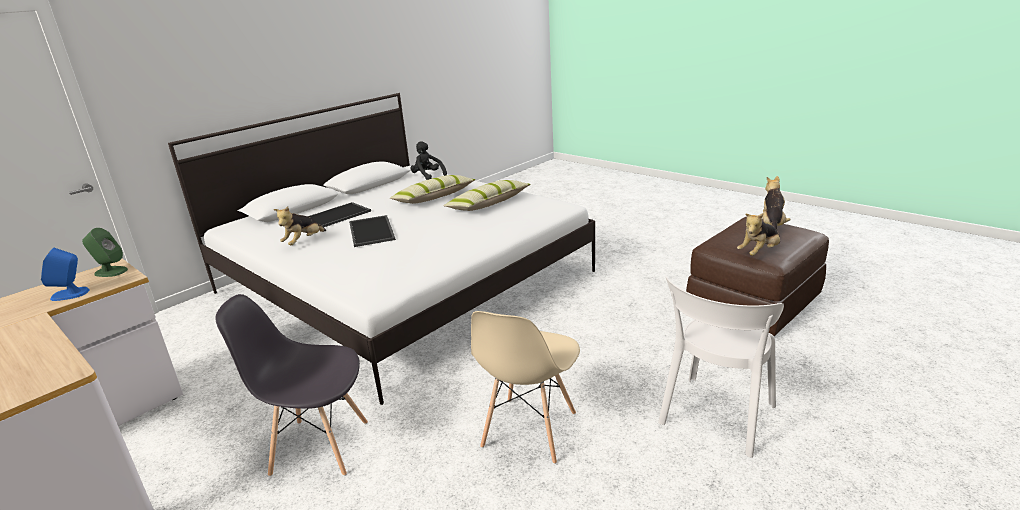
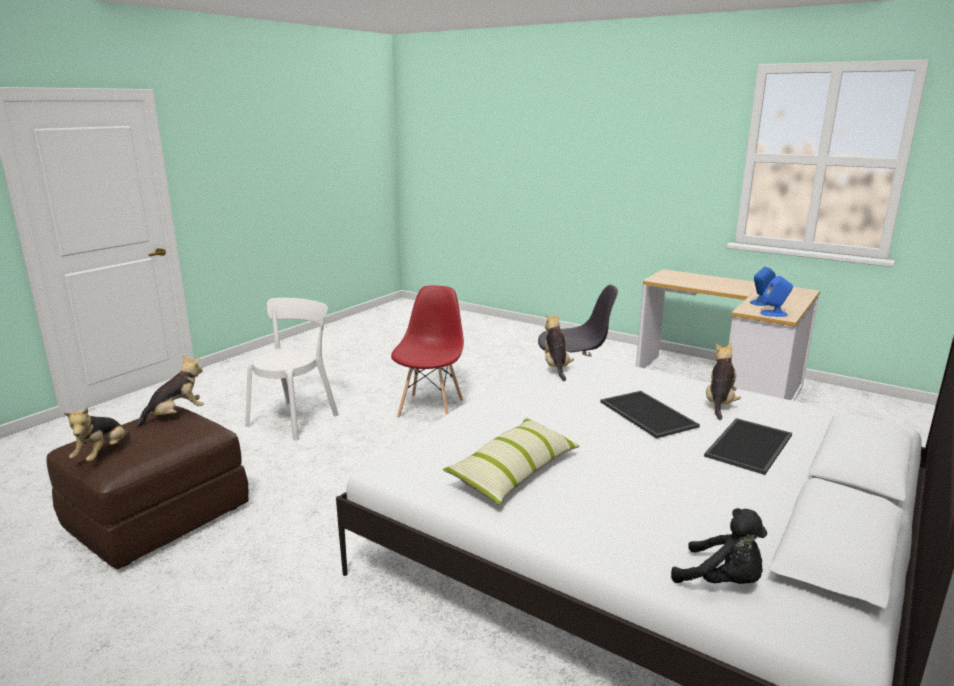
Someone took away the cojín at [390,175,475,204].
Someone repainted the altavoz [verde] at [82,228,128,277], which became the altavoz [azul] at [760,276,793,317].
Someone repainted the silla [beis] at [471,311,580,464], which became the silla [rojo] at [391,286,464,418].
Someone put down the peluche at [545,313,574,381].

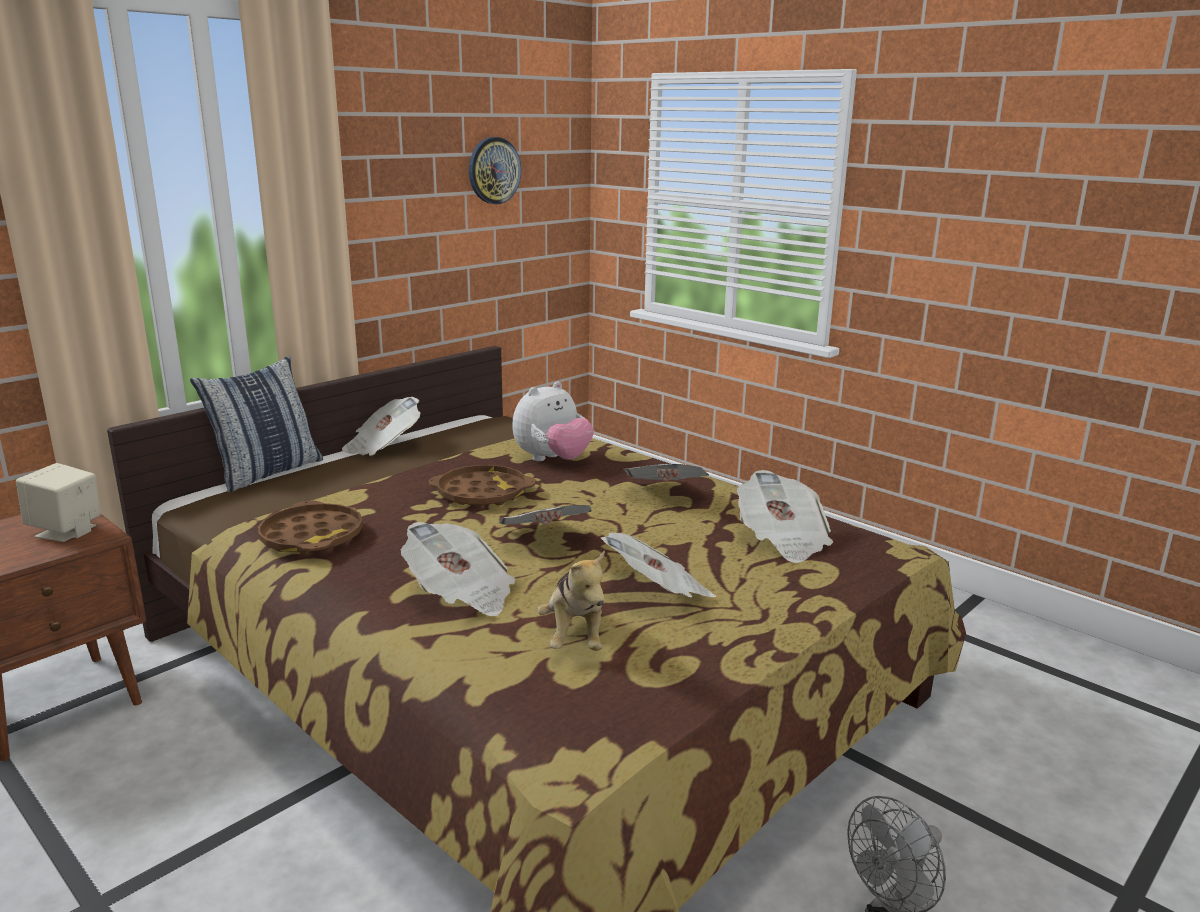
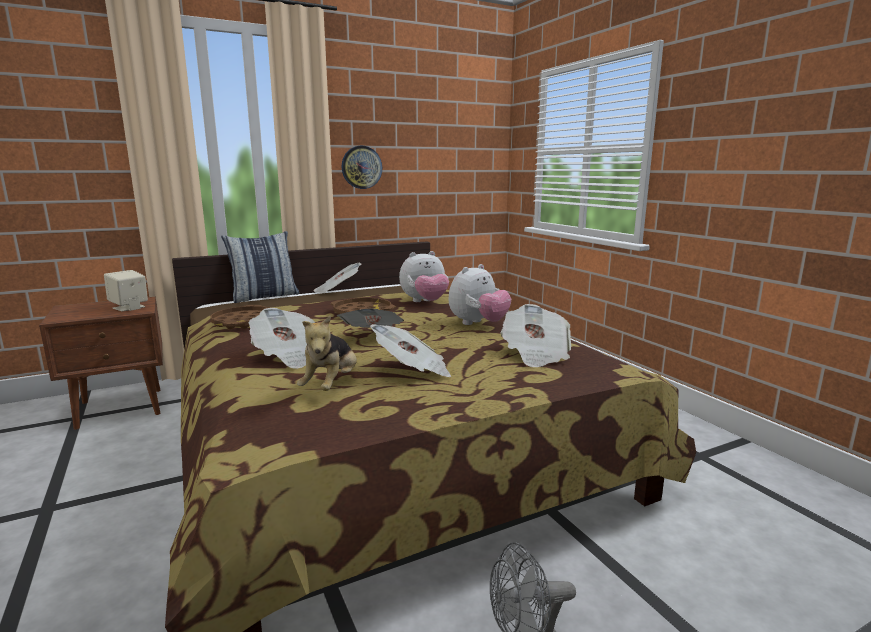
Someone carried the reloj de pared from [469,137,521,204] to [342,146,382,189].
Someone swapped the periódico at [624,464,709,481] for the peluche at [449,264,511,325].

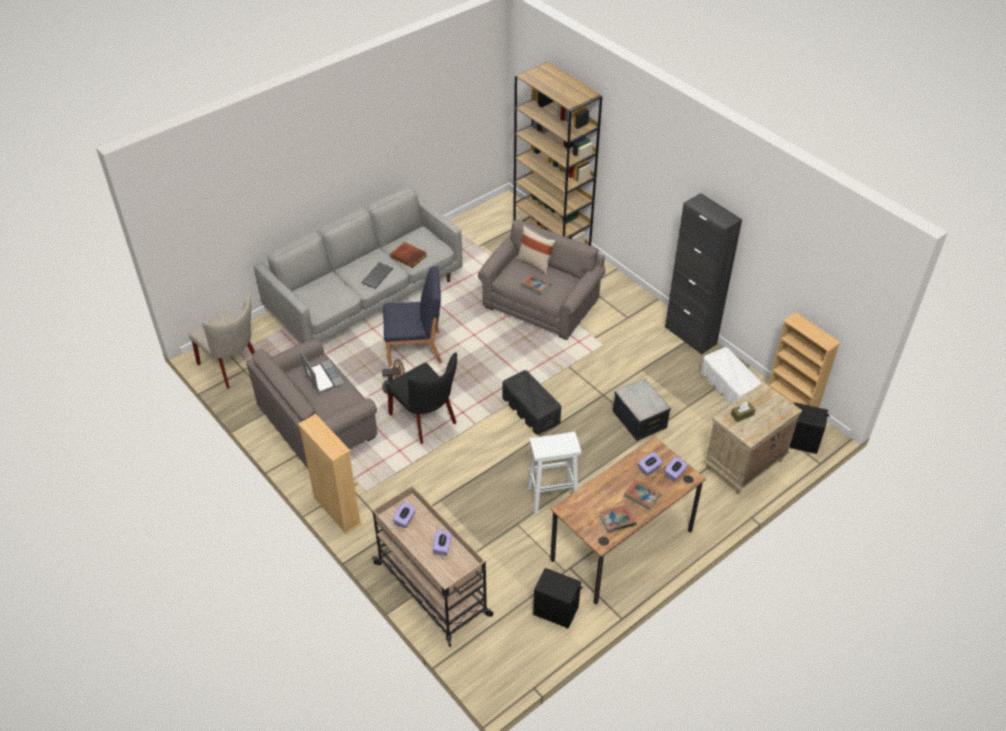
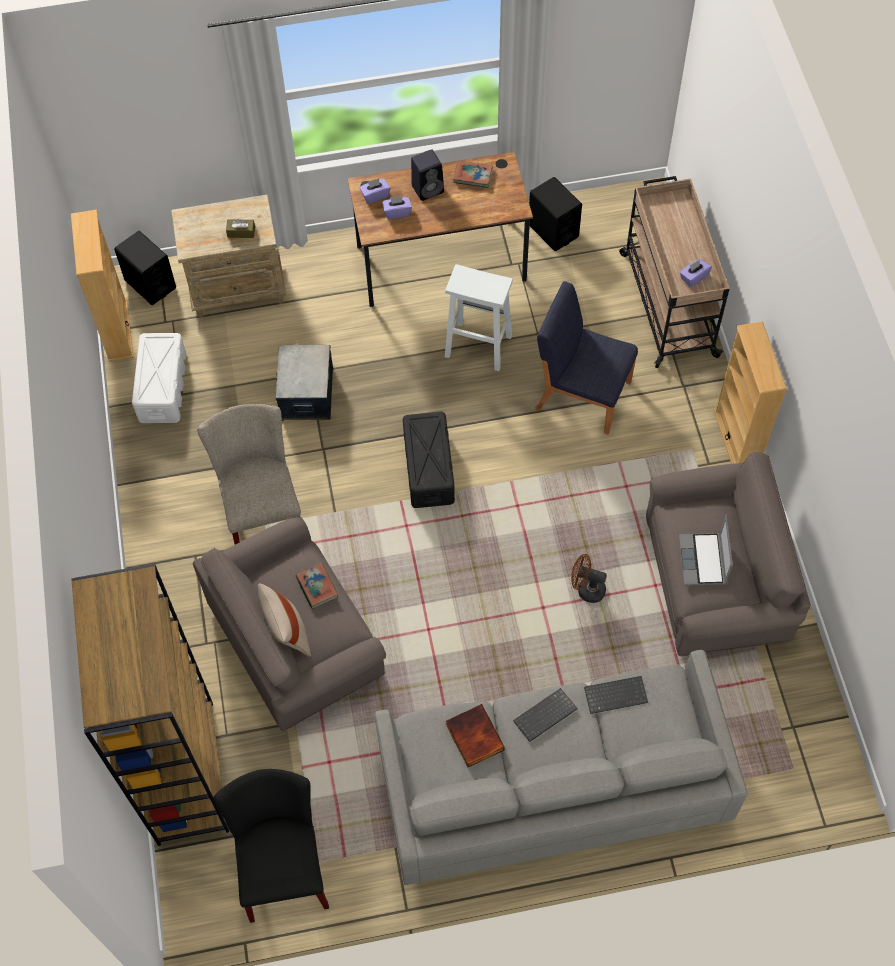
Someone took away the armario [negro] at [665,193,742,355].
Someone carried the silla [azul] from [383,266,442,367] to [535,281,638,435].
Someone carried the silla [beis] from [188,296,255,389] to [197,404,301,545].
Someone carried the silla [negro] from [386,352,457,444] to [213,769,329,923].
Someone swapped the libro at [624,480,661,510] for the altavoz [negro] at [411,149,444,201].
Someone took away the caja de pañuelos [morado] at [433,529,451,555].
Someone put down the teclado at [584,676,648,714].

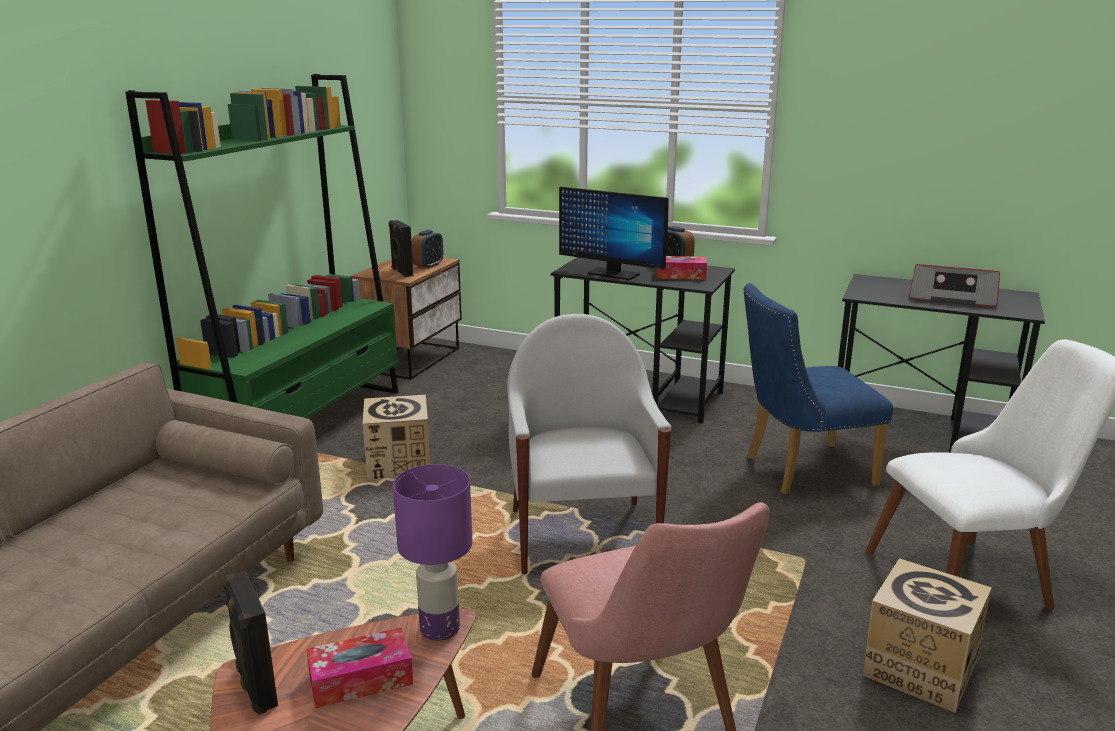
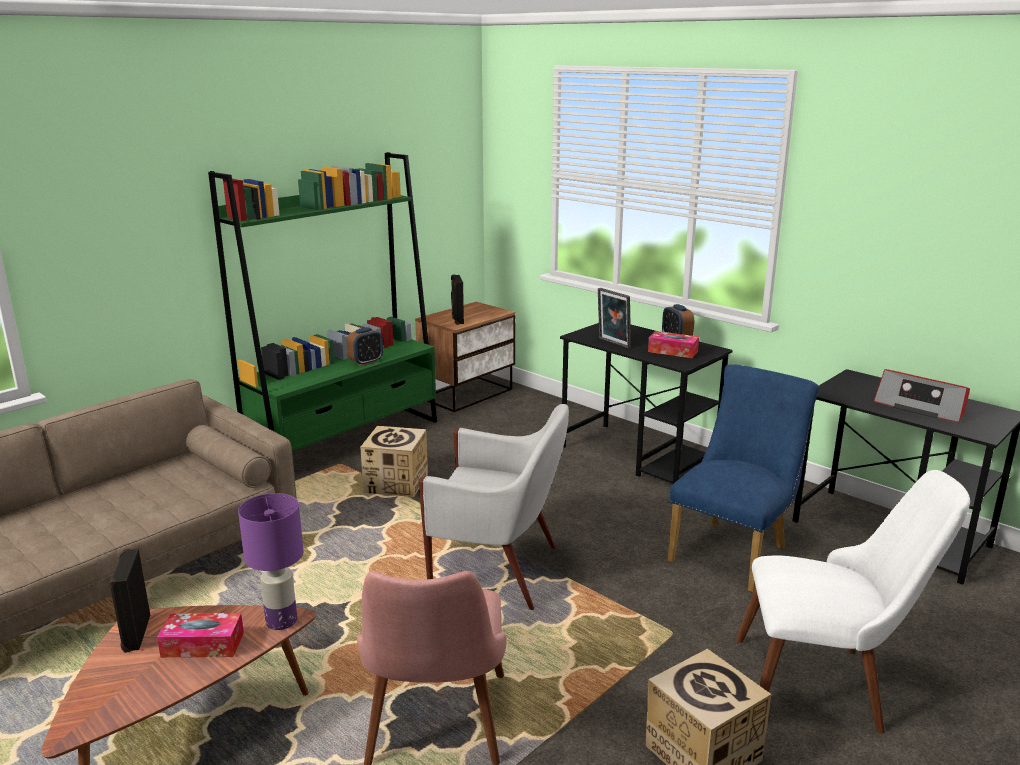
Someone swapped the monitor at [559,187,669,280] for the portarretratos at [598,288,631,348].
Someone carried the despertador from [411,230,443,269] to [347,327,383,366].
Someone rotated the silla [azul] at [743,283,893,495] by 120 degrees clockwise.
Someone rotated the sillón [blanco] at [507,314,671,575] by 90 degrees clockwise.

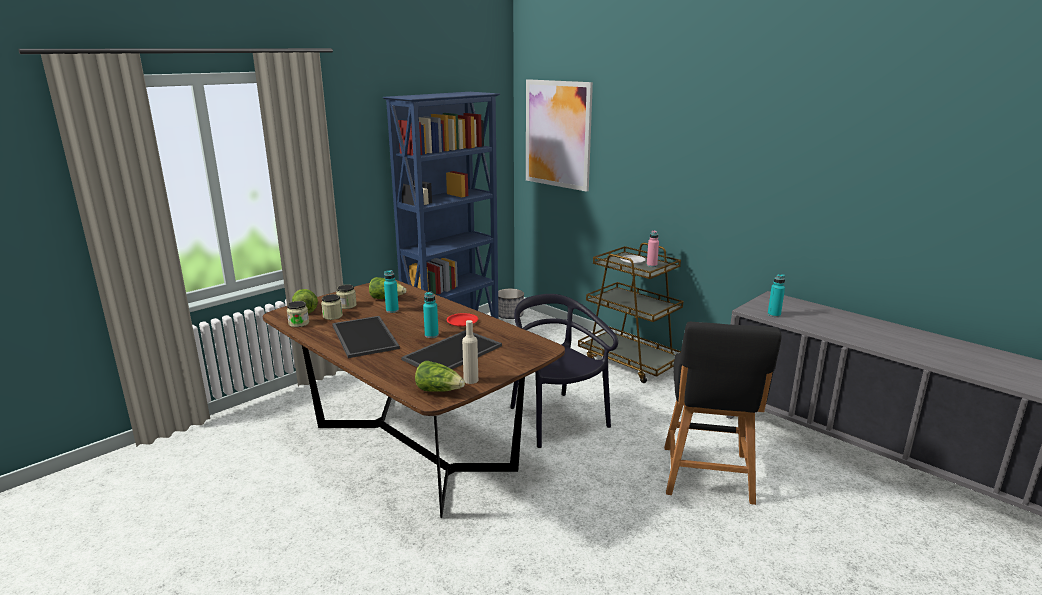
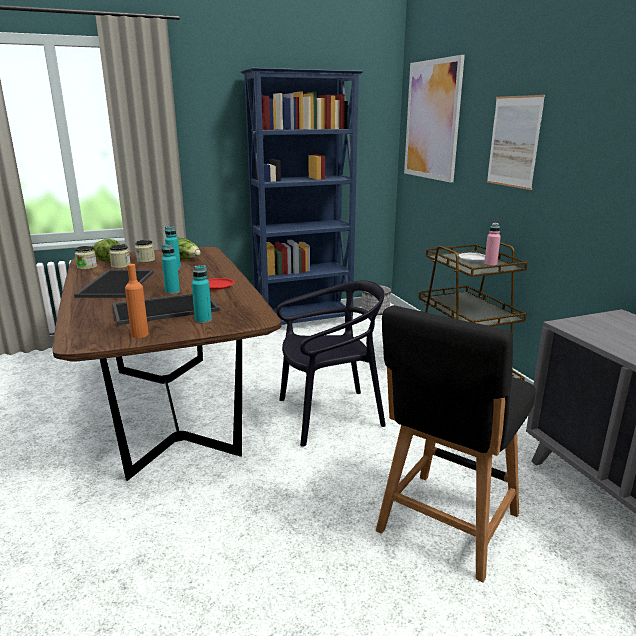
Someone carried the botella [turquesa] from [768,274,785,317] to [192,265,212,323].
Someone rotated the silla [negro] at [510,294,618,448] by 75 degrees clockwise.
Someone repainted the botella [beis] at [462,320,478,384], which became the botella [naranja] at [125,264,149,338].
Someone took away the lechuga at [415,361,465,392].
Someone put up the cuadro at [487,95,545,190].

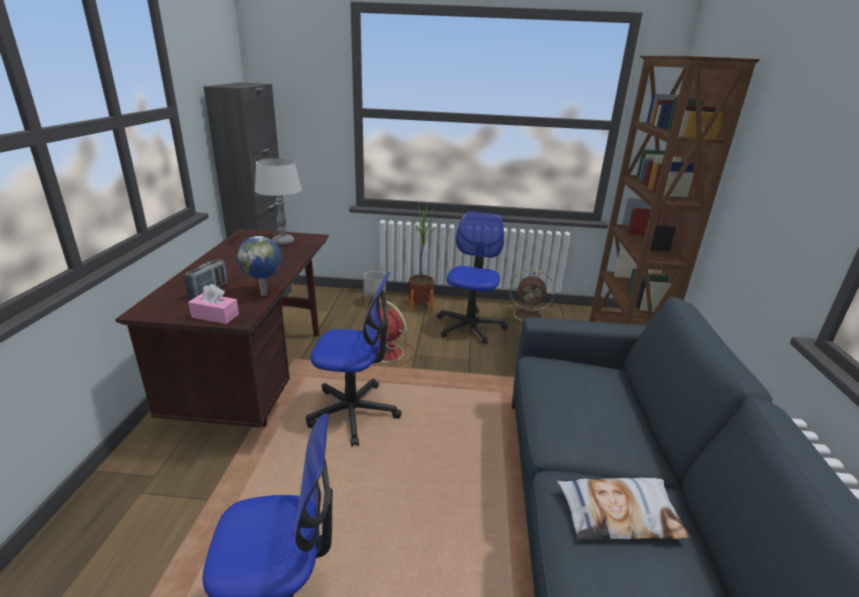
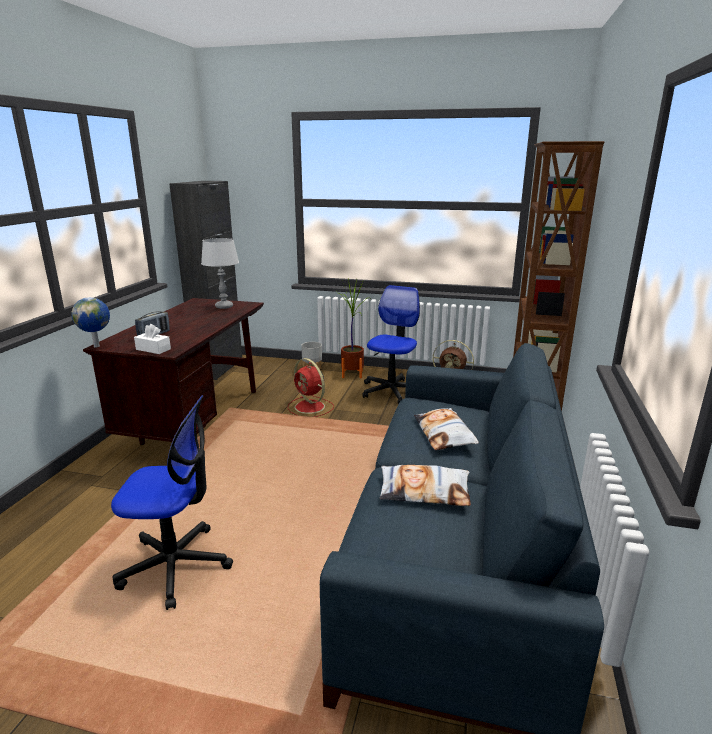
Someone carried the globo terráqueo from [237,236,282,296] to [71,297,110,347].
Someone took away the silla de oficina at [306,272,402,447].
Someone repainted the caja de pañuelos [rosa] at [188,284,239,324], which became the caja de pañuelos [blanco] at [134,324,171,354].
Someone put down the cojín at [414,408,479,450].

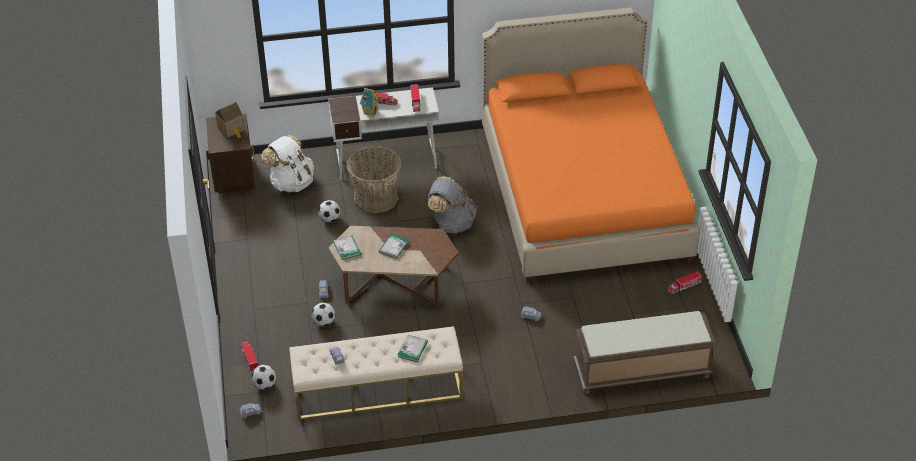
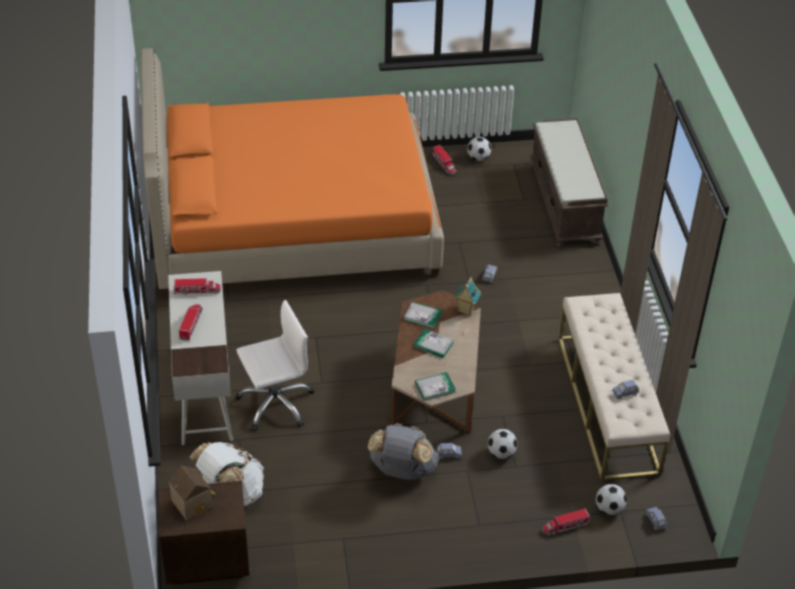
Someone carried the casita from [360,88,380,117] to [454,277,481,316].
Someone swapped the cesta at [346,146,402,213] for the silla de oficina [blanco] at [235,300,314,431].
Someone carried the mochila [gris] from [428,176,477,234] to [368,423,439,480].
Someone carried the balón de fútbol from [318,200,340,222] to [467,137,491,161].
Someone carried the libro from [398,335,428,362] to [403,302,442,329].

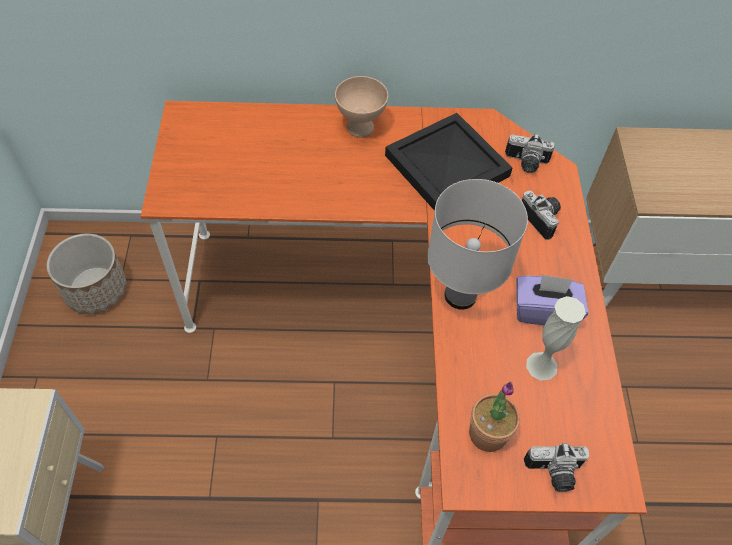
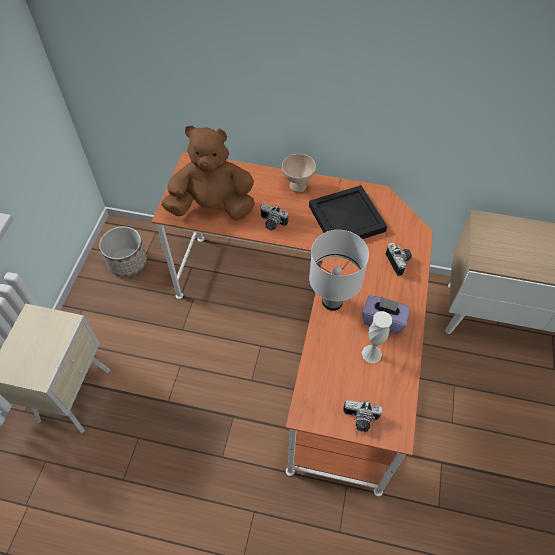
Someone carried the cámara from [505,133,554,173] to [261,204,288,231].
Someone took away the planta en maceta at [469,382,520,452].
Someone put down the peluche [marrón] at [161,125,255,220].

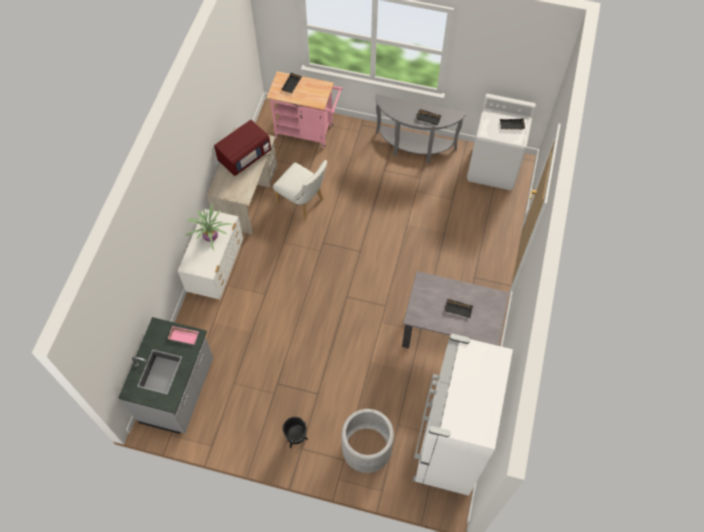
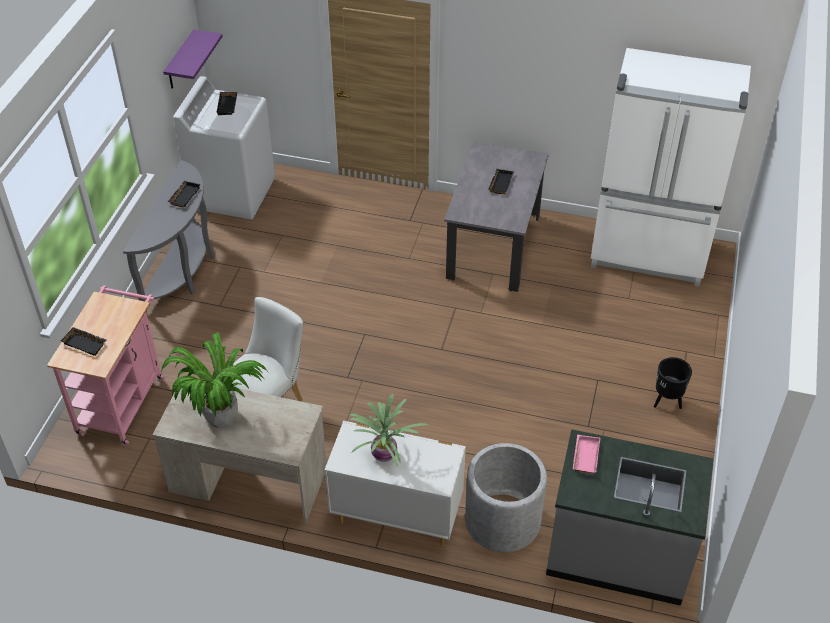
Someone swapped the microondas [rojo] at [214,120,271,176] for the planta en maceta at [161,332,268,428].
Someone carried the maceta [gris] from [342,409,394,473] to [465,443,547,552].
Someone put up the estante [morado] at [163,29,223,89].

